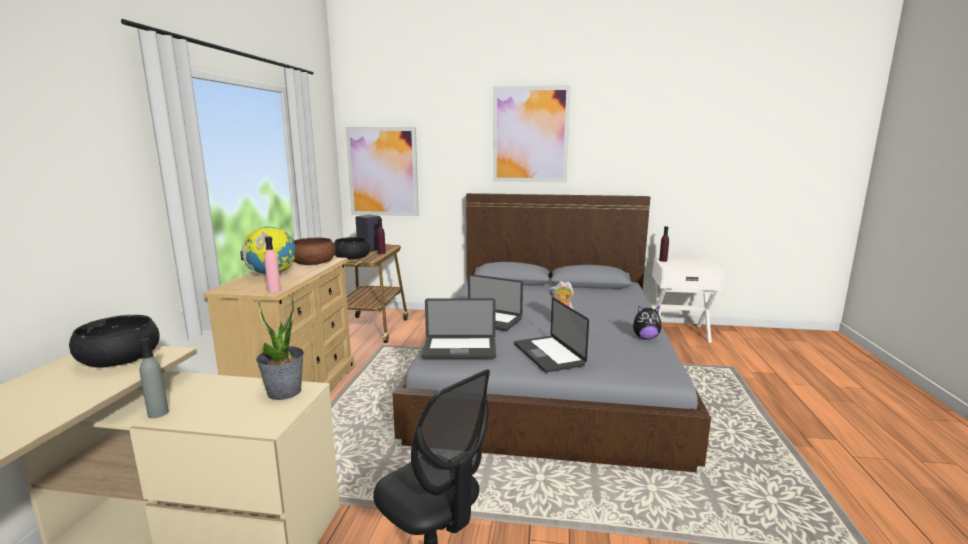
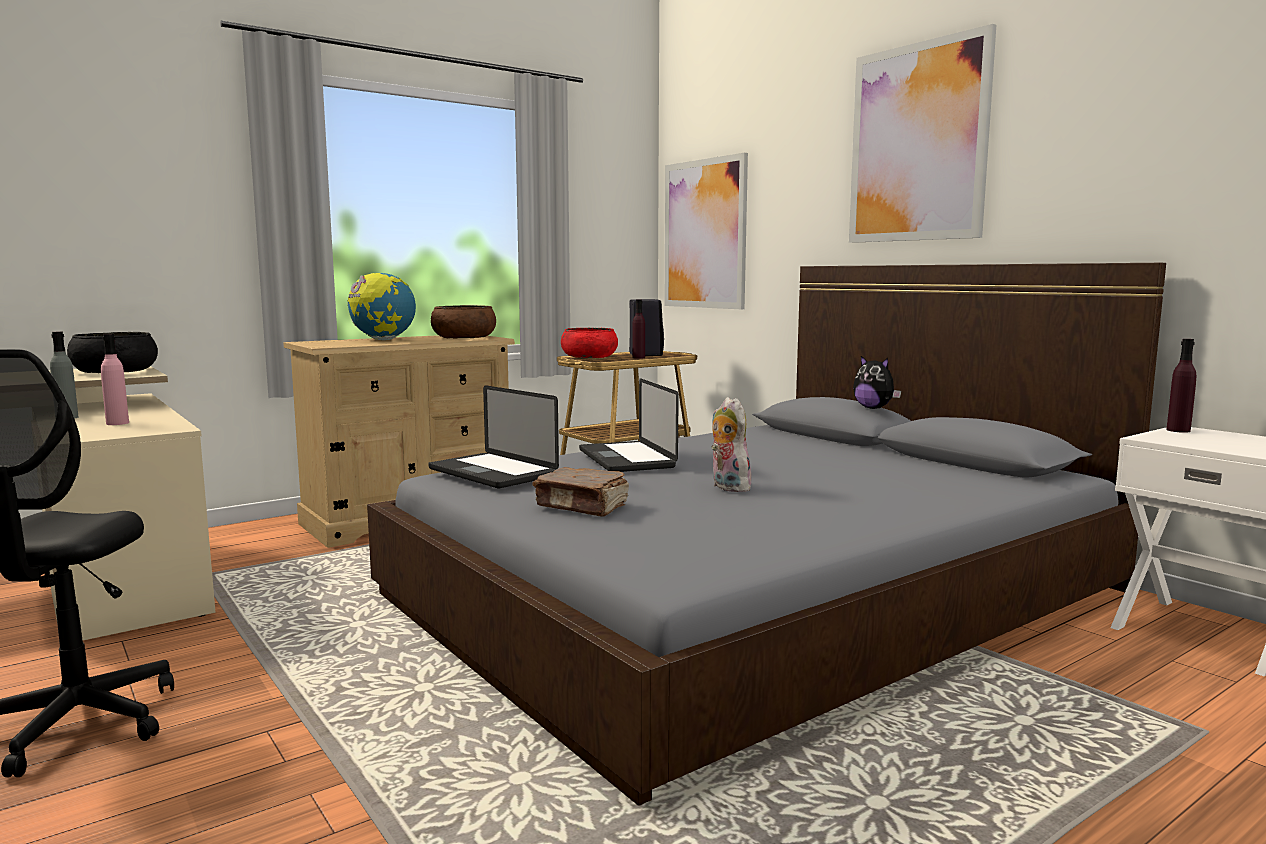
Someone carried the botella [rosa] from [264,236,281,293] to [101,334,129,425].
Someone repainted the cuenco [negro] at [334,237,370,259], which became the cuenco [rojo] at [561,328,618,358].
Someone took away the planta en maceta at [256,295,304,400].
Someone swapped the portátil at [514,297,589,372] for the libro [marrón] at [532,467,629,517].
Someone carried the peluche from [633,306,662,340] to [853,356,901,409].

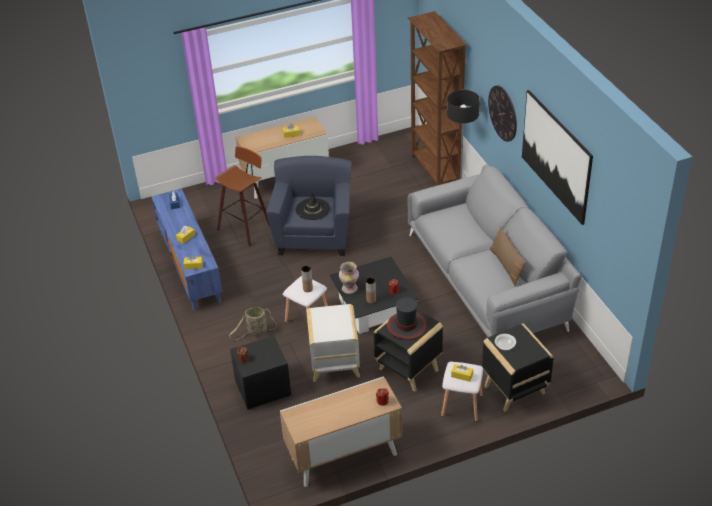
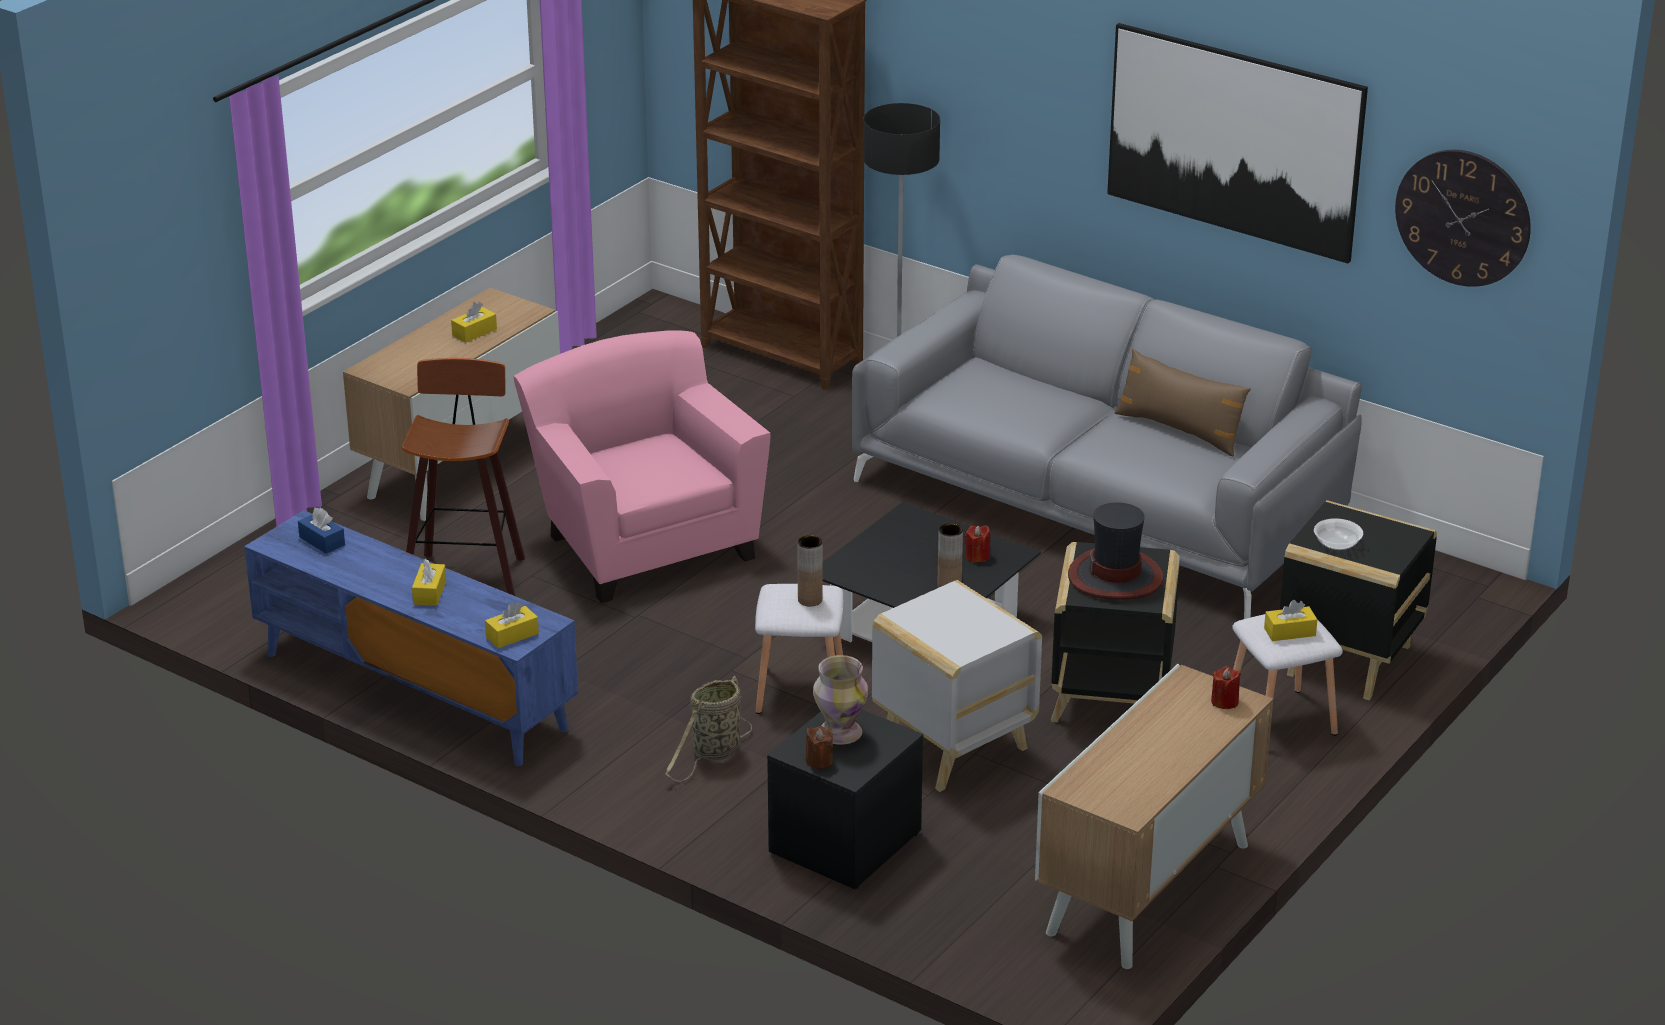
Someone carried the reloj de pared from [488,85,517,142] to [1395,150,1531,287].
Someone repainted the sillón [azul] at [266,156,352,256], which became the sillón [rosa] at [514,330,771,603].
Someone took away the sombrero [negro] at [296,192,330,220].
Someone carried the florero from [339,262,359,294] to [813,655,868,745].

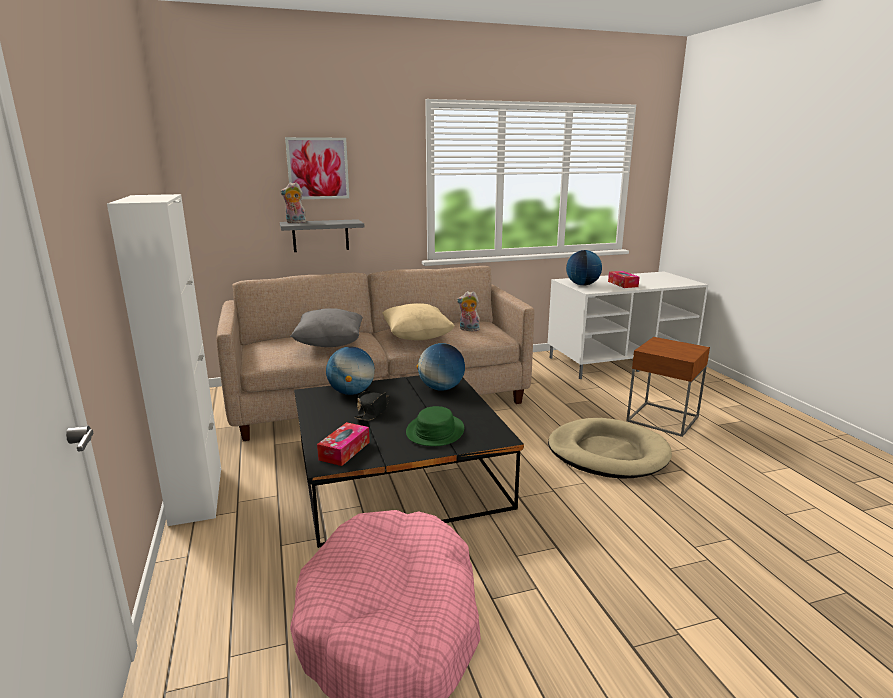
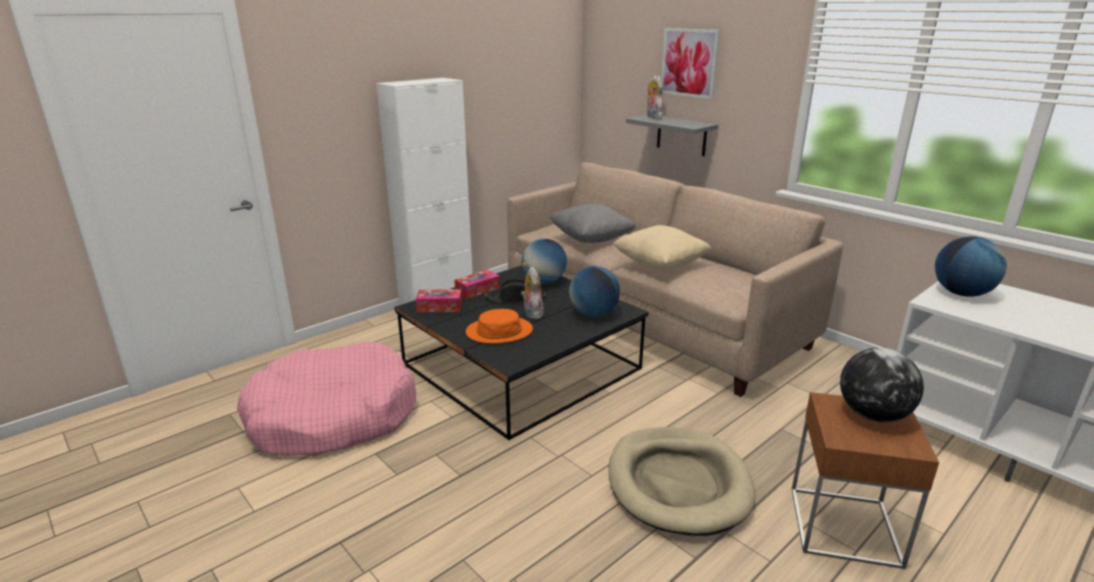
Someone carried the caja de pañuelos from [608,271,640,288] to [454,270,500,299].
Someone carried the peluche from [457,291,480,331] to [521,267,544,319].
Someone repainted the sombrero [verde] at [406,406,464,446], which became the sombrero [naranja] at [466,309,533,344].
Someone put down the globo terráqueo at [840,347,924,422].

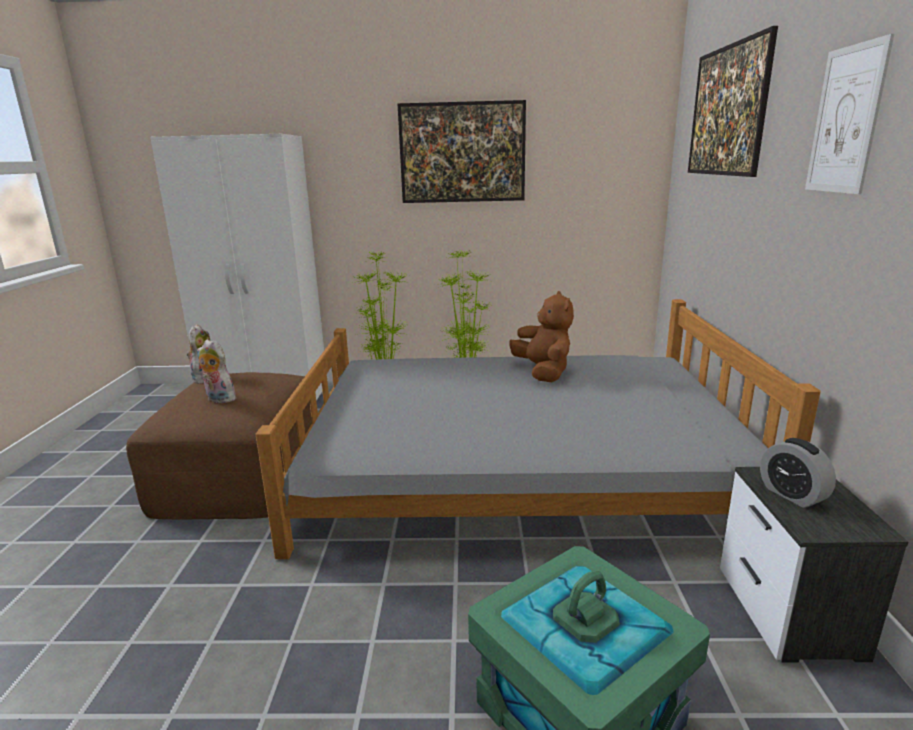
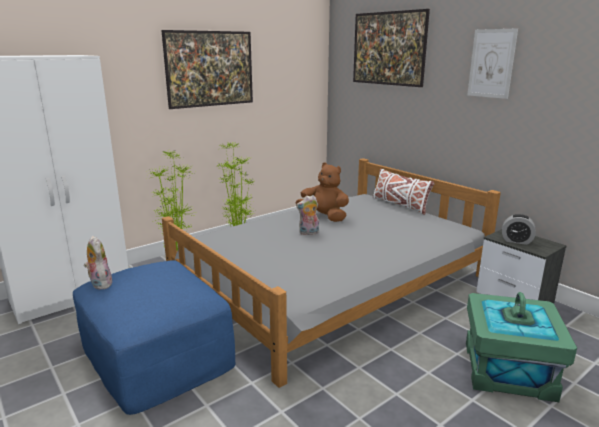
Someone carried the peluche from [197,340,236,403] to [296,195,319,235].
Someone repainted the puf [marrón] at [126,372,312,519], which became the puf [azul] at [73,260,235,415].
Someone put down the cojín [blanco] at [373,169,434,215].

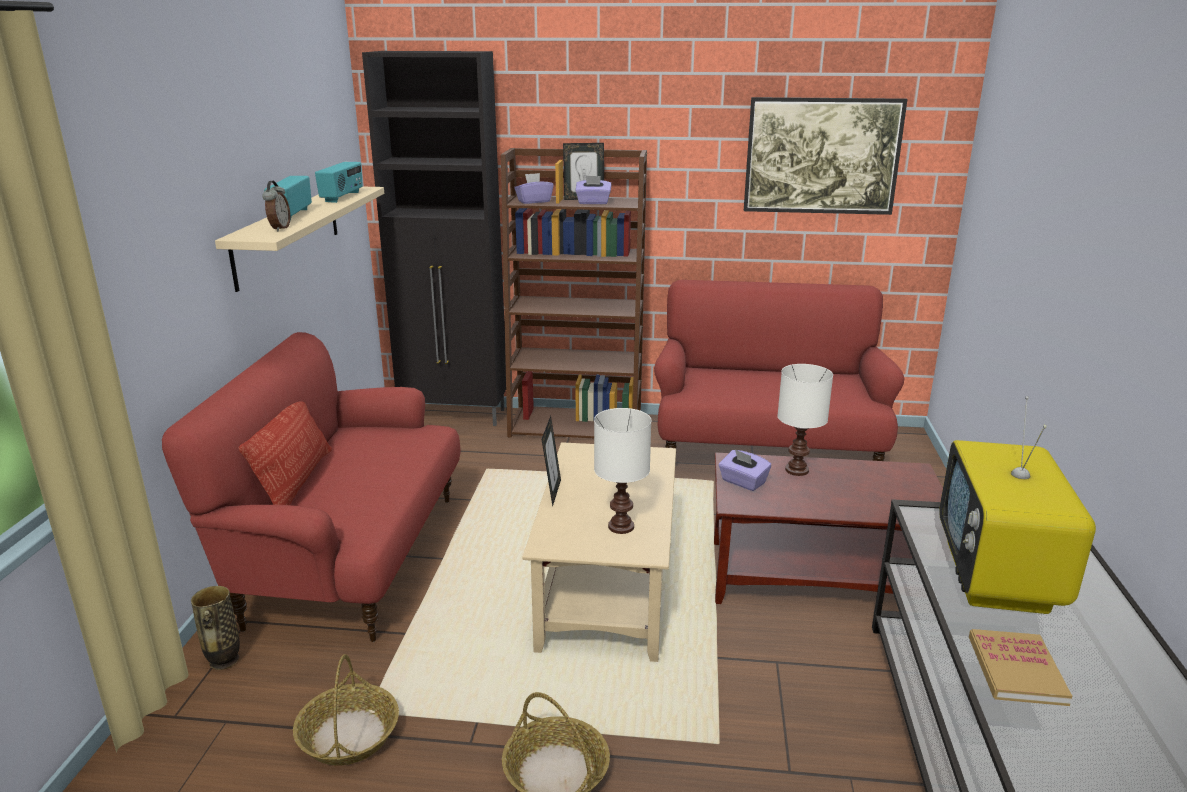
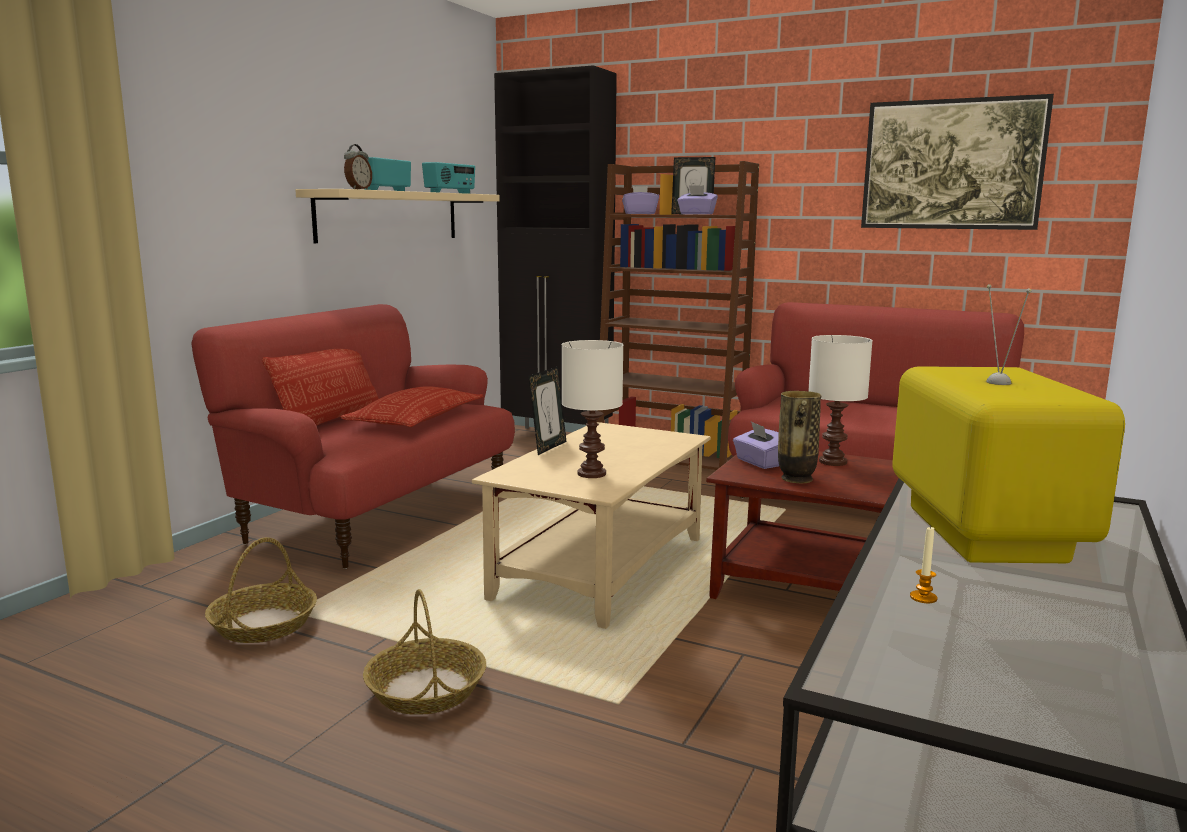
Someone rotated the televisor at [939,396,1096,614] by 150 degrees clockwise.
Someone carried the florero from [191,586,240,670] to [778,391,821,483].
Someone swapped the libro at [969,629,1072,706] for the vela at [910,525,937,603].
Someone put down the cojín at [340,386,483,427].

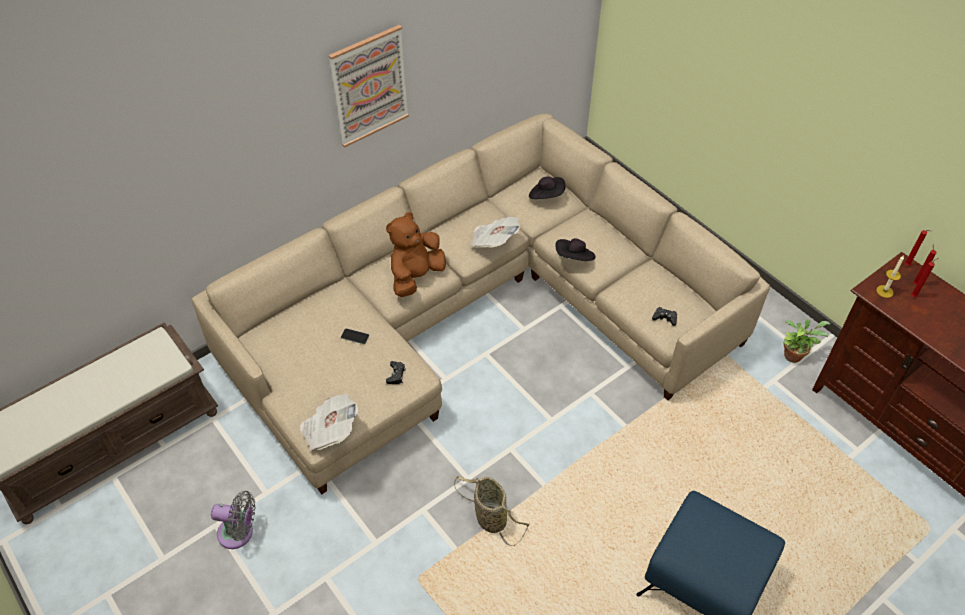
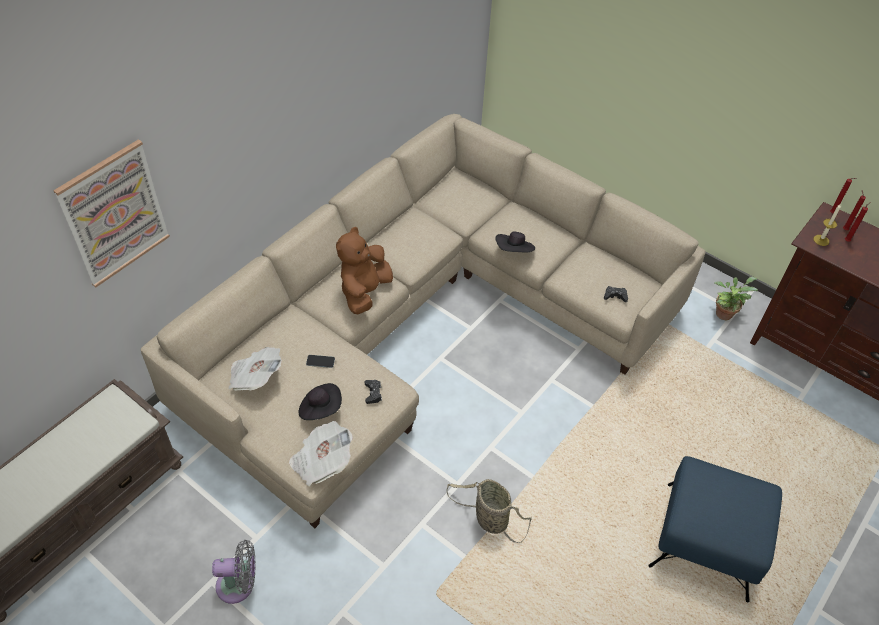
Someone carried the cuadro from [329,25,409,147] to [53,139,170,287].
Someone carried the sombrero [negro] from [529,177,565,199] to [299,383,342,420].
Someone carried the periódico from [470,217,520,248] to [228,347,282,390].

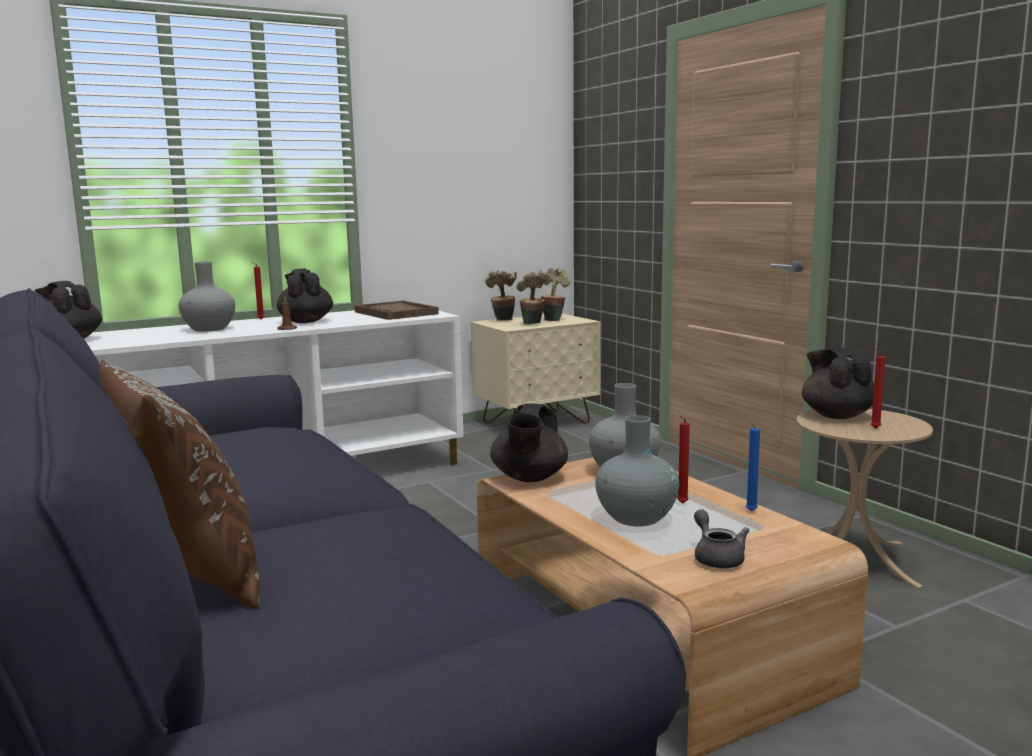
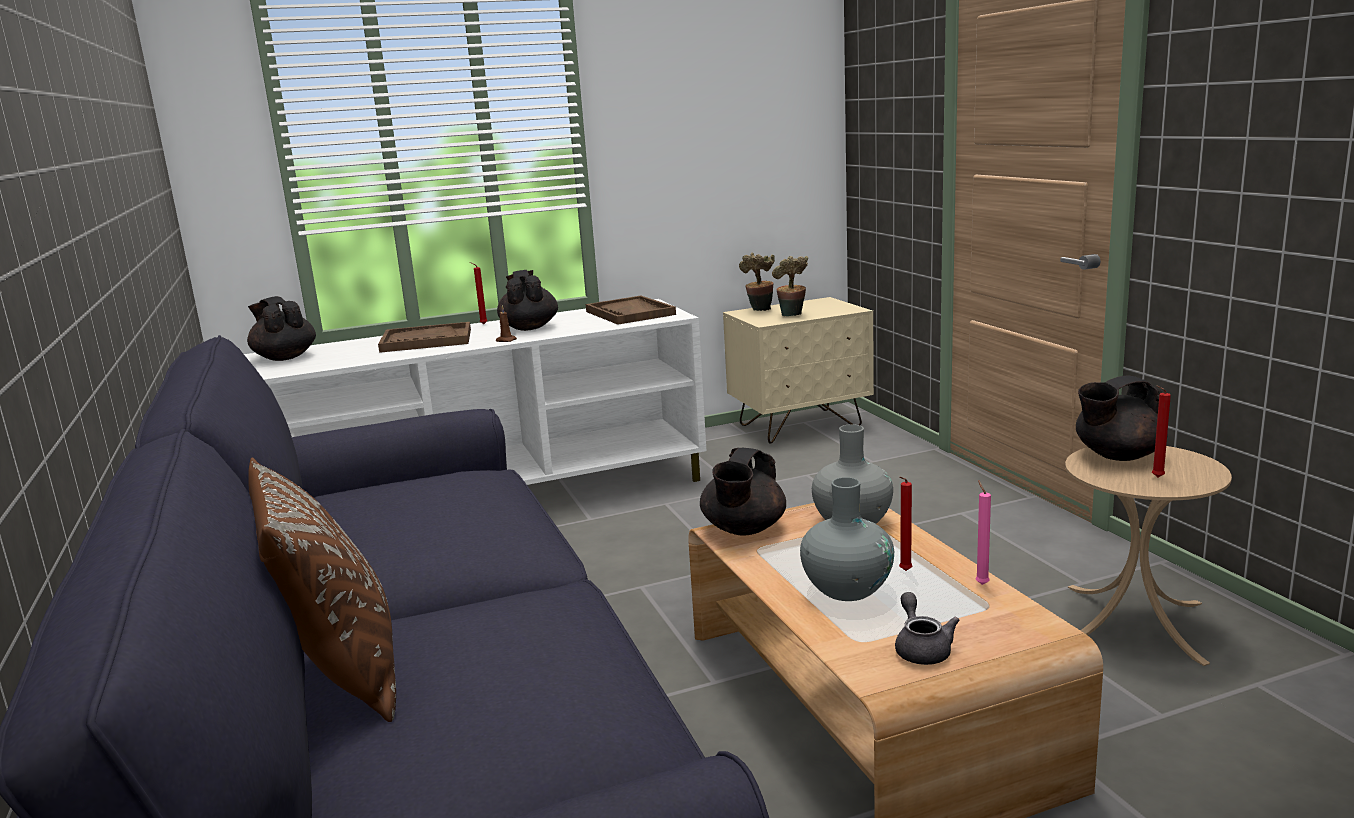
Someone swapped the florero [gris] at [179,262,235,332] for the bandeja [marrón] at [378,322,471,353].
Someone took away the planta en maceta at [539,267,570,321].
Someone rotated the tetera [negro] at [802,347,874,419] by 105 degrees counterclockwise.
Someone repainted the vela [azul] at [746,417,760,512], which became the vela [rosa] at [976,480,991,585].

